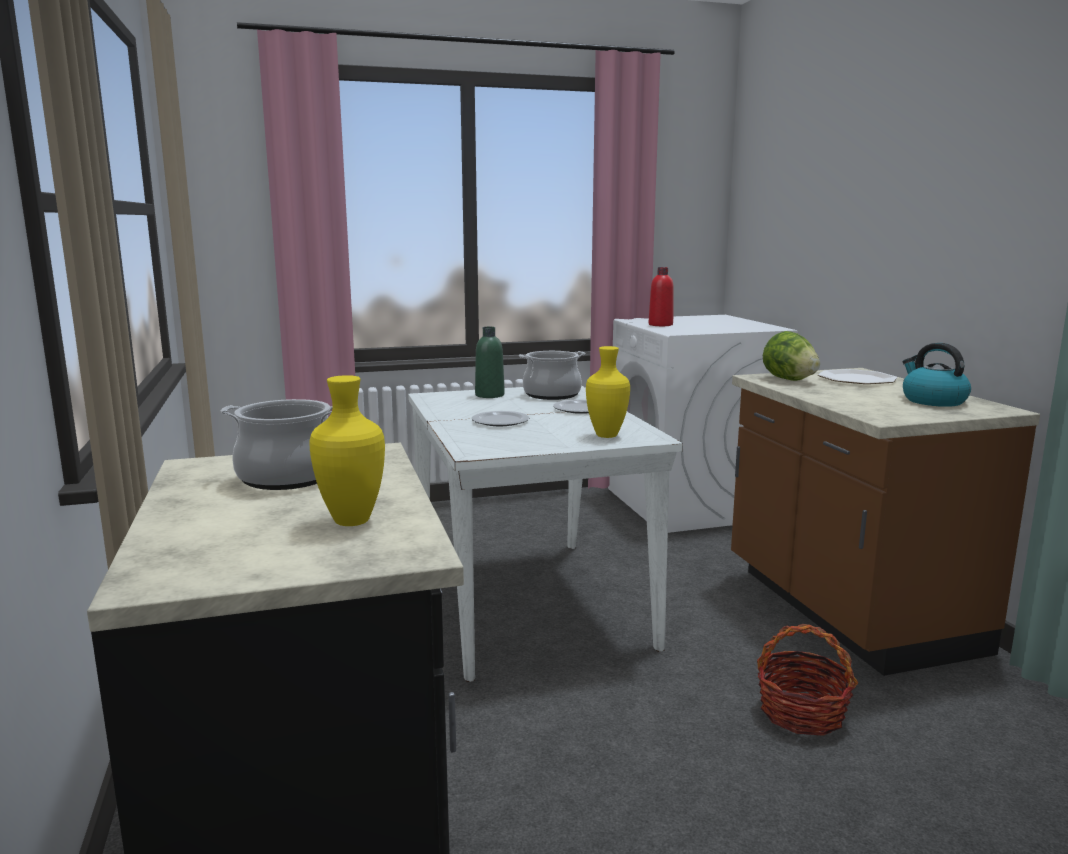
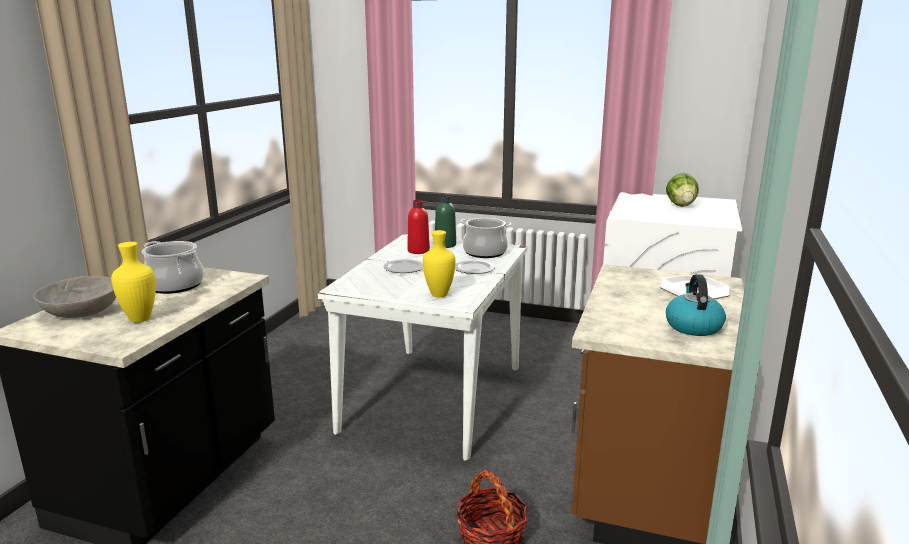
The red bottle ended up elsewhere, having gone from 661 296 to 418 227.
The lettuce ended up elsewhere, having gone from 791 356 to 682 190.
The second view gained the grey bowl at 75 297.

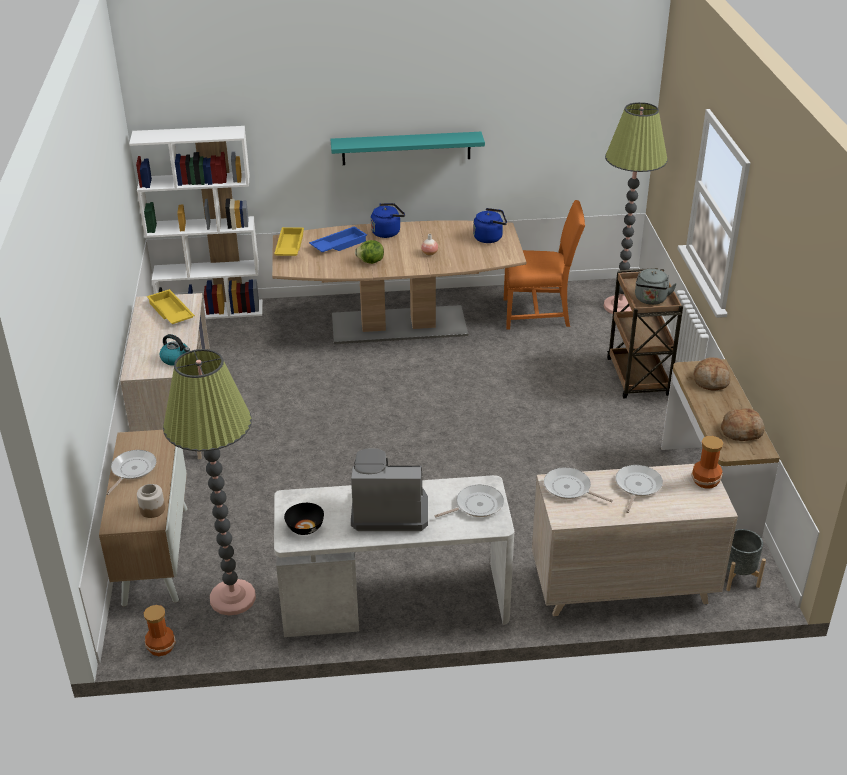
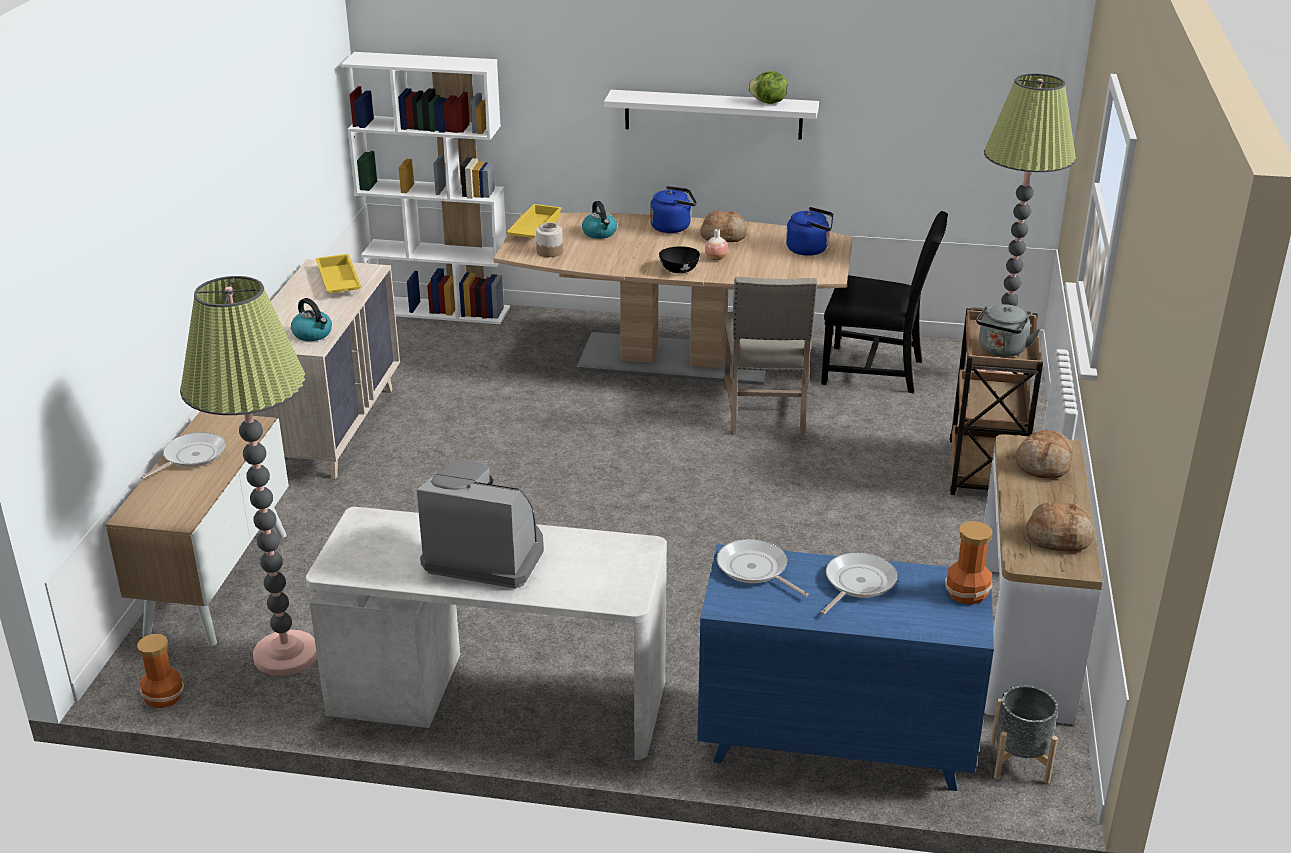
The jar ended up elsewhere, having gone from 151 501 to 549 239.
The black bowl ended up elsewhere, having gone from 304 519 to 679 259.
Where the blue tray stood at 338 239, the kettle came to stand at 599 220.
What was the turquoise shelf at 407 148 turned into the white shelf at 711 115.
The lettuce ended up elsewhere, having gone from 369 252 to 768 87.
The second view lost the frying pan at 469 501.
What was the orange chair at 544 264 turned into the black chair at 884 302.
What was the beige dresser at 635 540 turned into the blue dresser at 845 667.
The second view gained the bread at 723 226.
The second view gained the beige chair at 770 356.

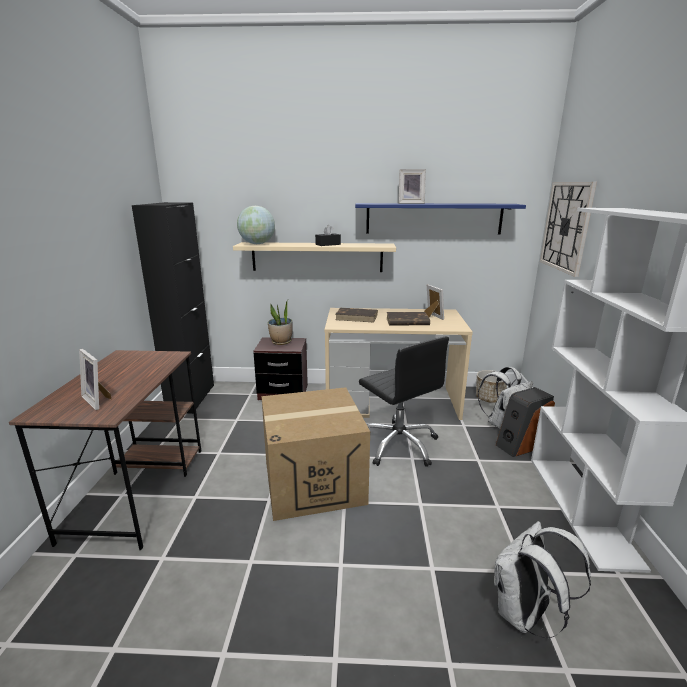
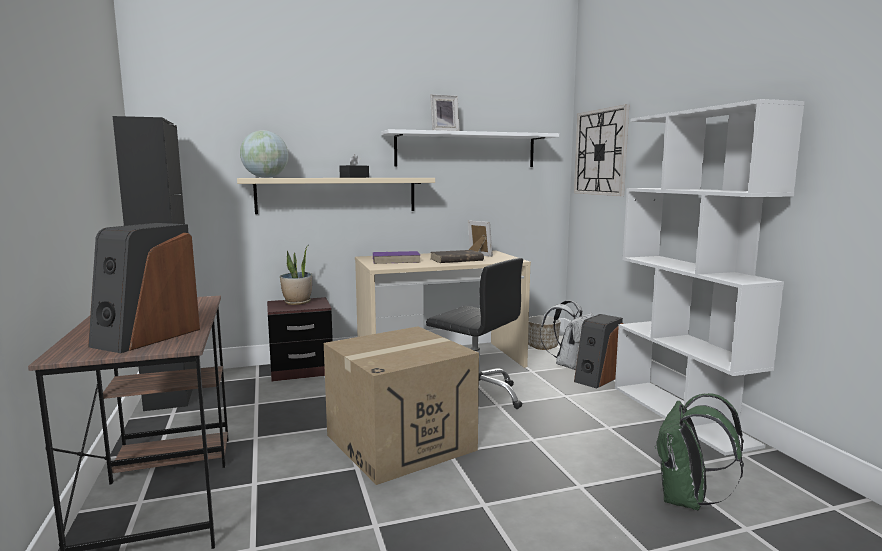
Where the picture frame stood at 95 379, the speaker came to stand at 144 288.
What was the brown book at 357 315 turned into the purple book at 397 257.
What was the blue shelf at 440 219 turned into the white shelf at 470 148.
What was the white backpack at 542 579 turned into the green backpack at 699 451.

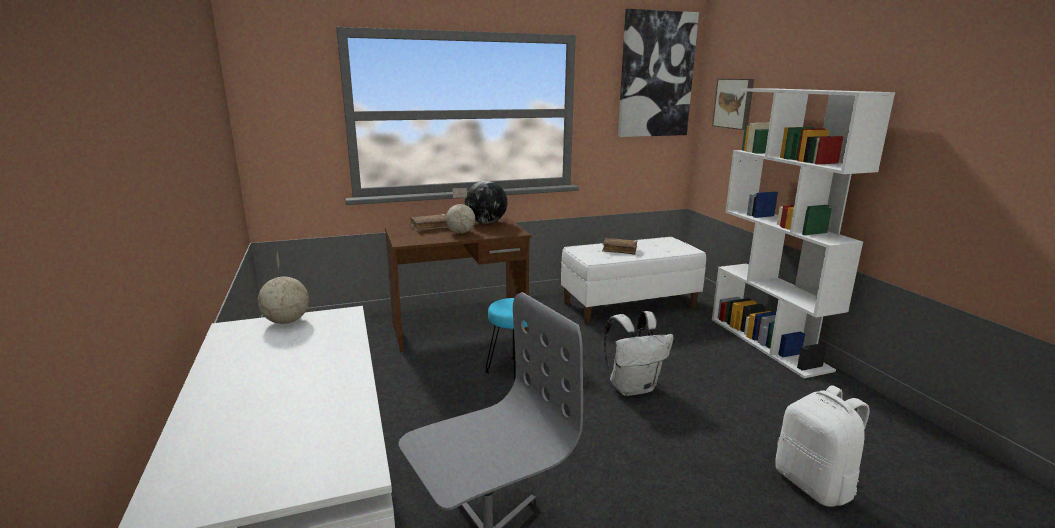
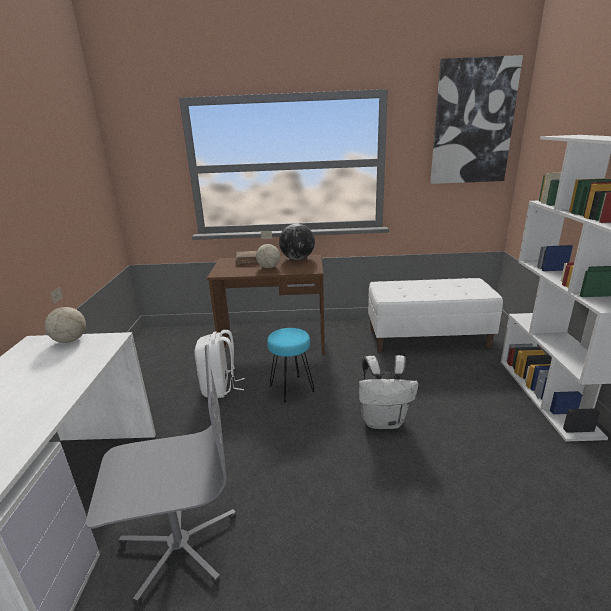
The second view lost the brown book at 619 246.
The second view lost the picture at 733 104.
The white backpack ended up elsewhere, having gone from 822 446 to 219 364.

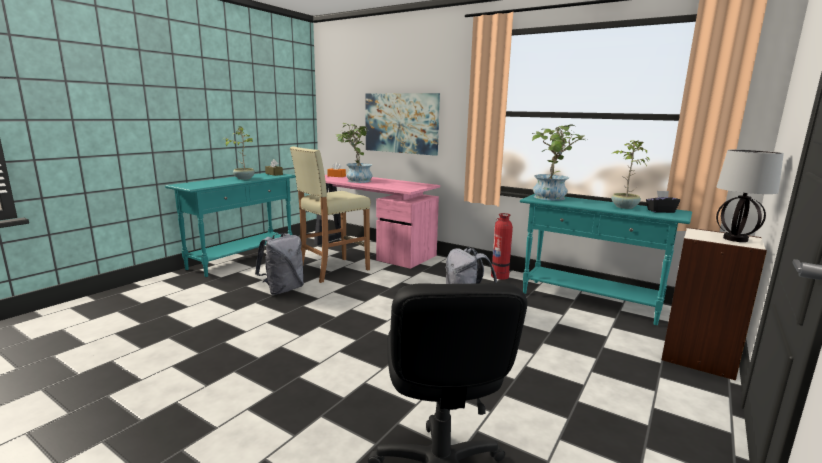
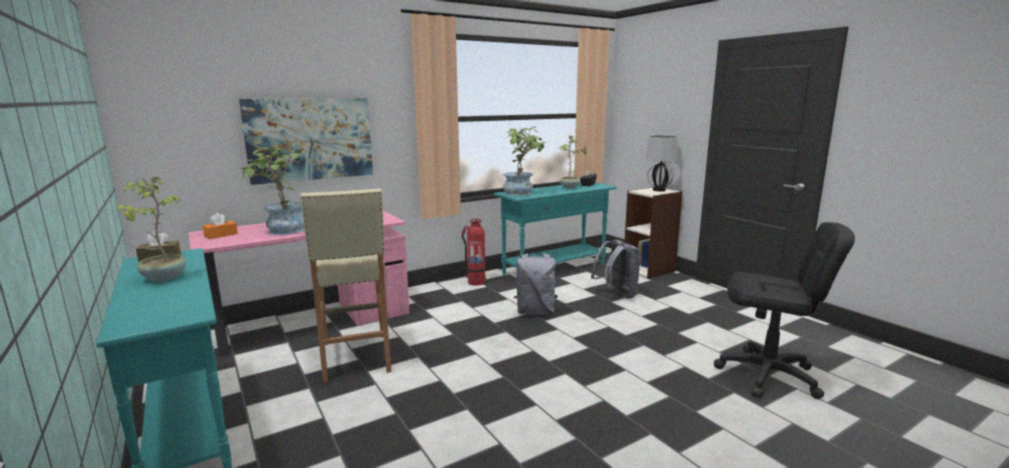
The grey backpack ended up elsewhere, having gone from 279 264 to 616 269.

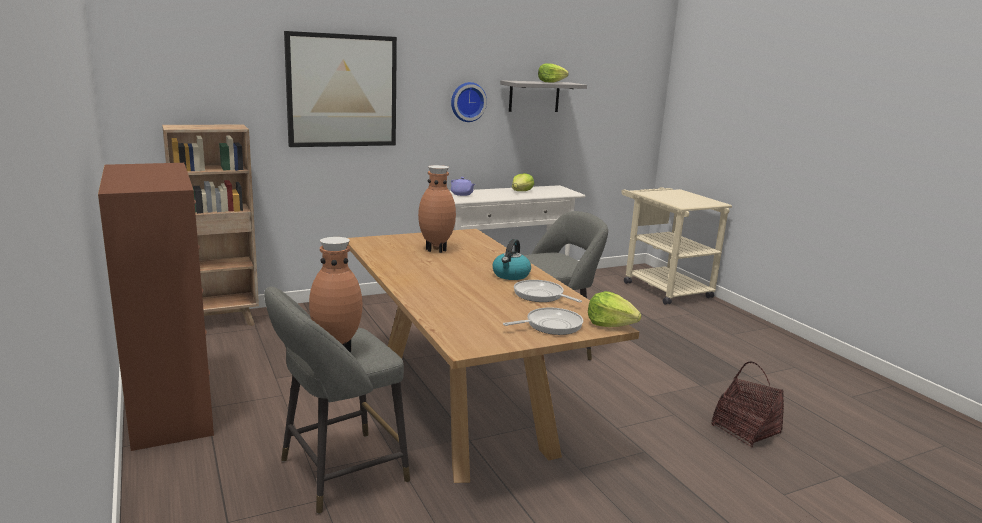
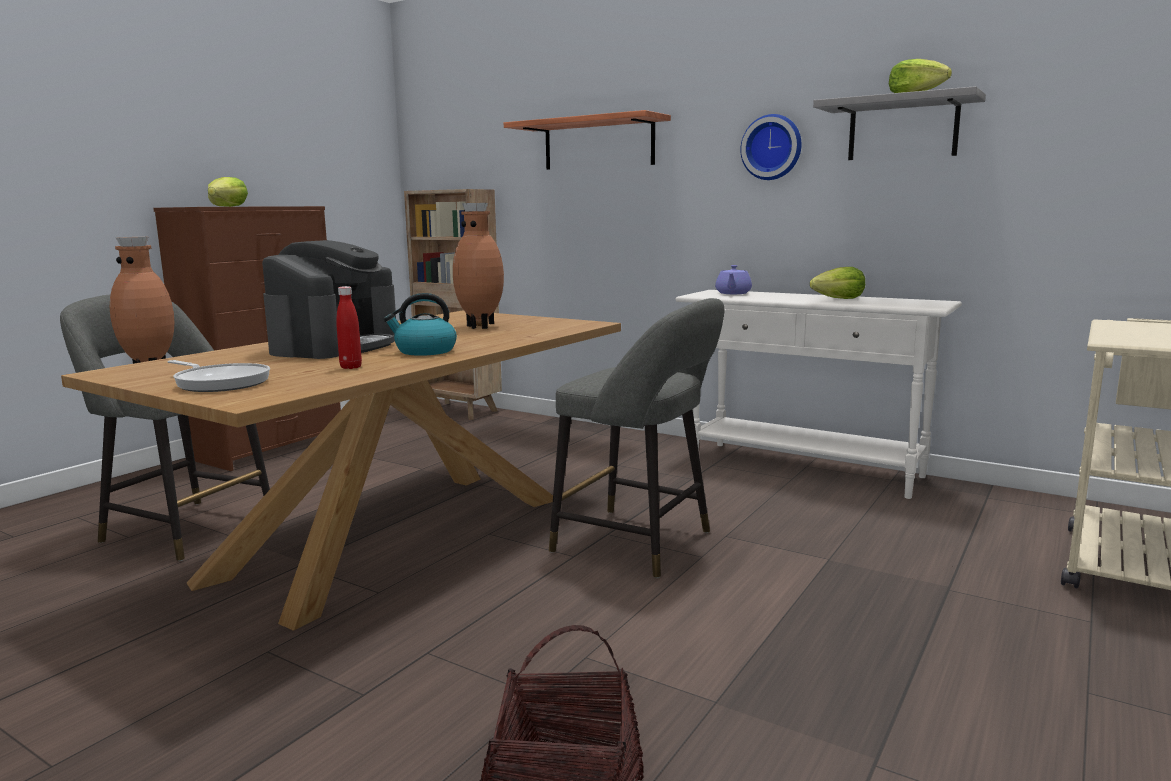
Where the picture hung at 340 89, the shelf came to hang at 587 140.
Where the frying pan stood at 548 291, the red bottle came to stand at 349 327.
The lettuce ended up elsewhere, having gone from 615 309 to 228 192.
The second view gained the coffee machine at 329 299.

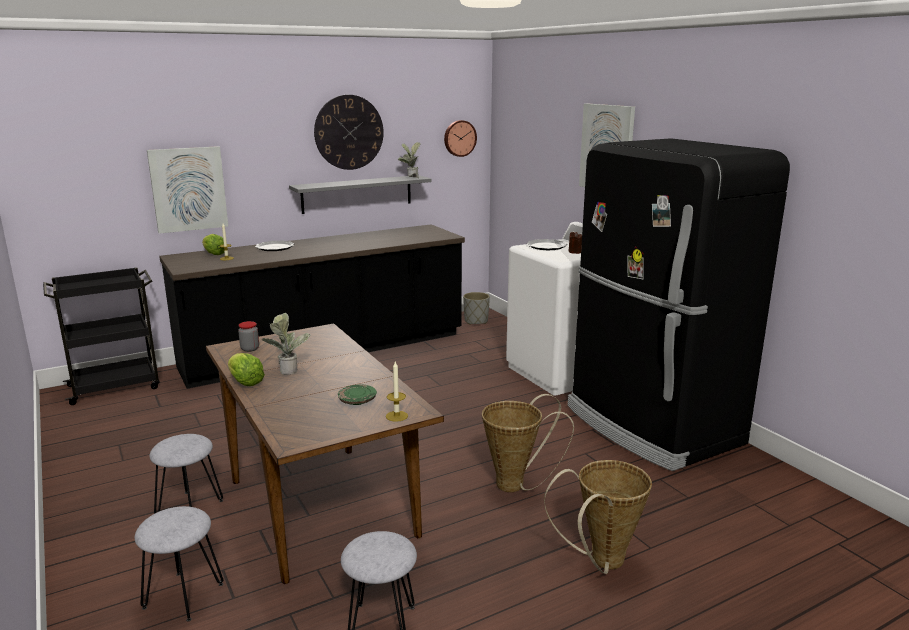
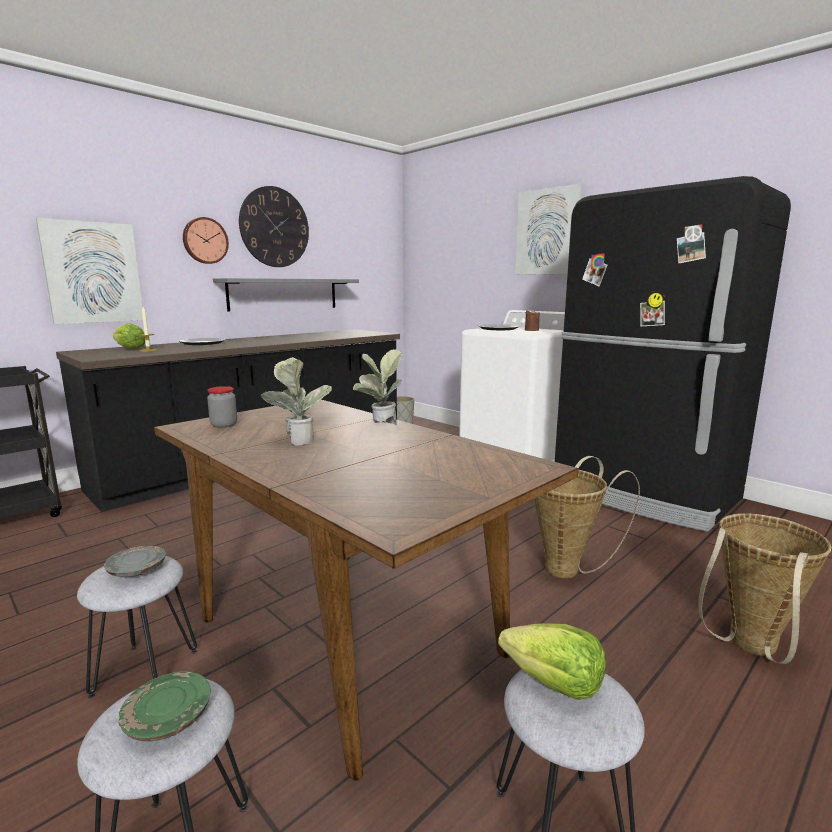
The lettuce ended up elsewhere, having gone from 246 369 to 552 661.
The green plate ended up elsewhere, having gone from 357 395 to 165 706.
The second view lost the candle at 397 392.
The potted plant ended up elsewhere, having gone from 409 160 to 378 387.
The wall clock ended up elsewhere, having gone from 460 138 to 206 240.
The second view gained the grey plate at 135 561.

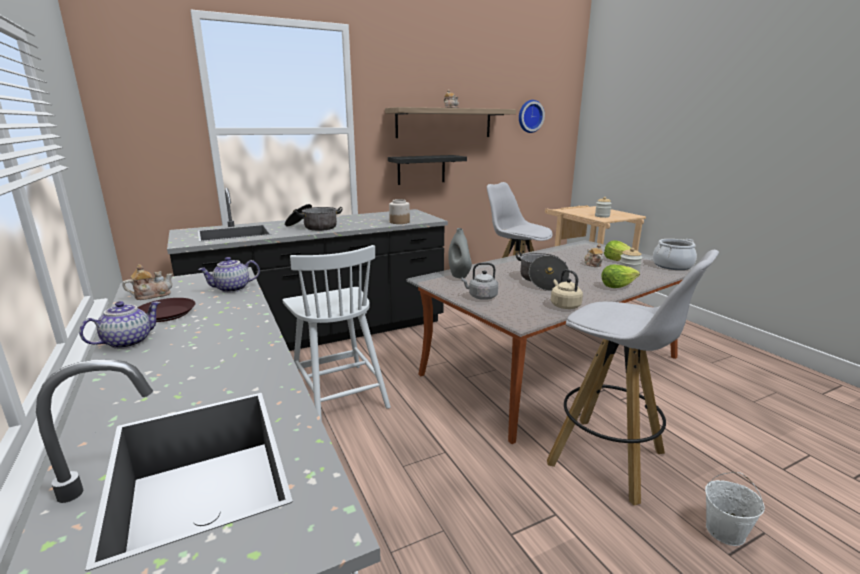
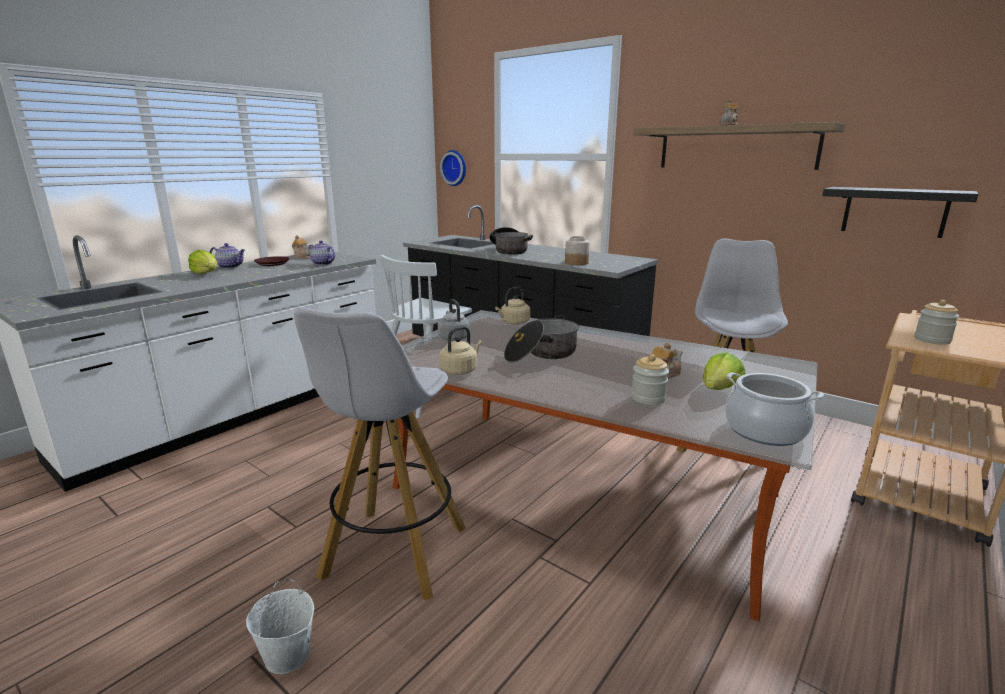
The black shelf ended up elsewhere, having gone from 427 170 to 900 212.
Where the grey vase stood at 460 253, the beige kettle came to stand at 512 306.
The wall clock ended up elsewhere, having gone from 532 116 to 453 168.
The lettuce ended up elsewhere, having gone from 620 276 to 203 262.

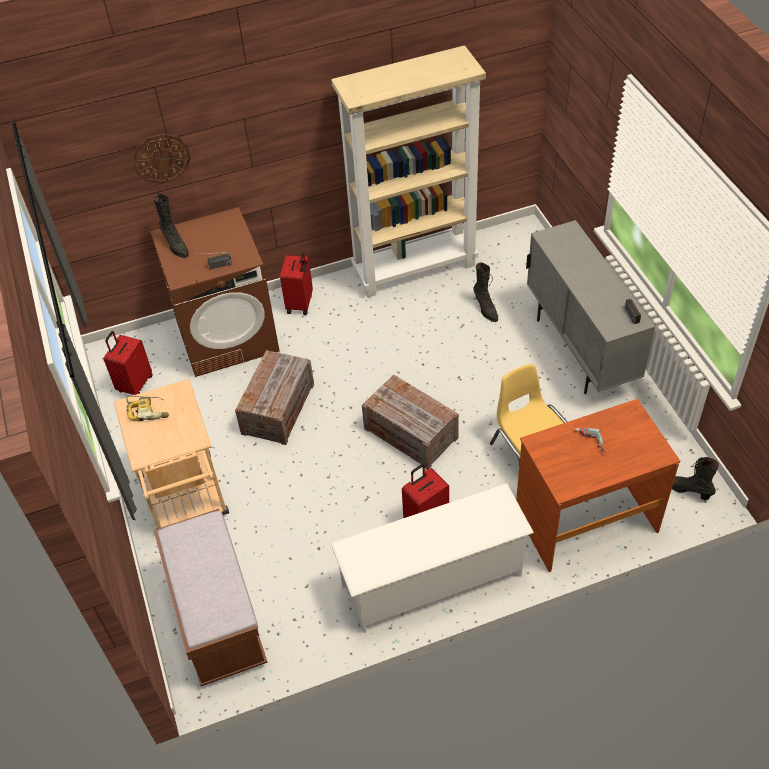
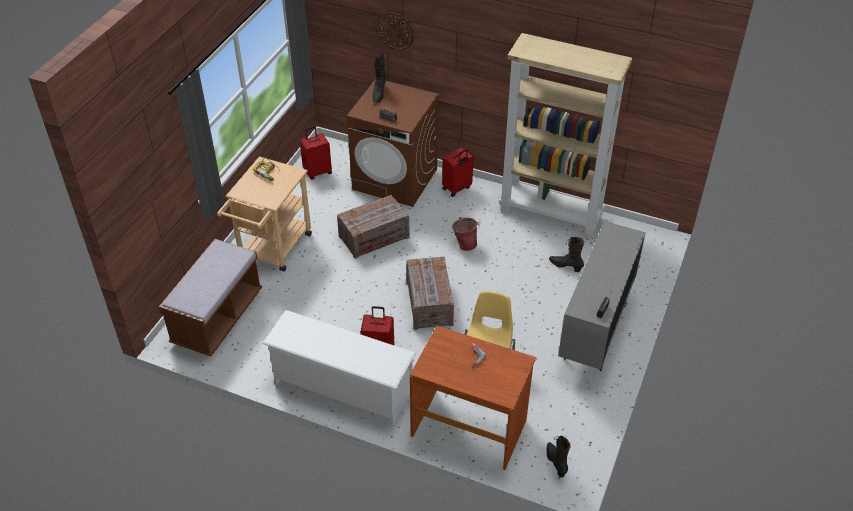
The black boot at 485 292 ended up facing another way, 105 degrees clockwise from before.
The second view gained the bucket at 465 234.

